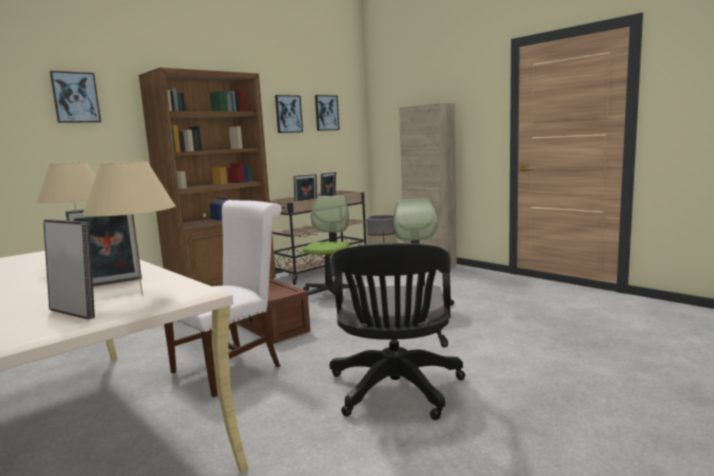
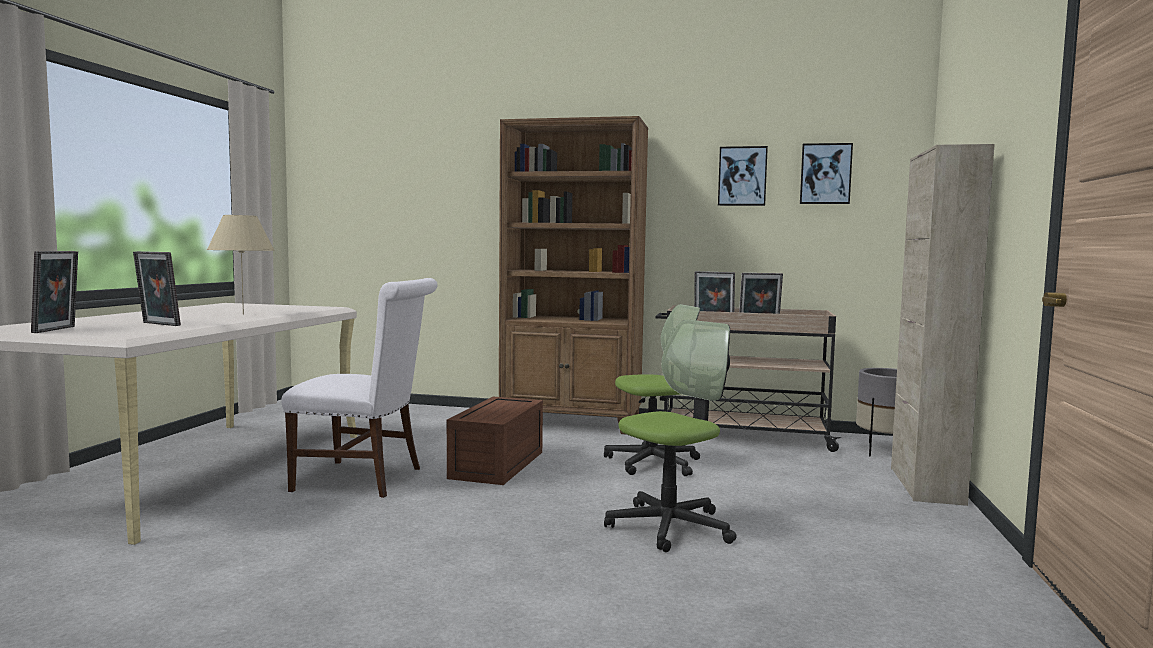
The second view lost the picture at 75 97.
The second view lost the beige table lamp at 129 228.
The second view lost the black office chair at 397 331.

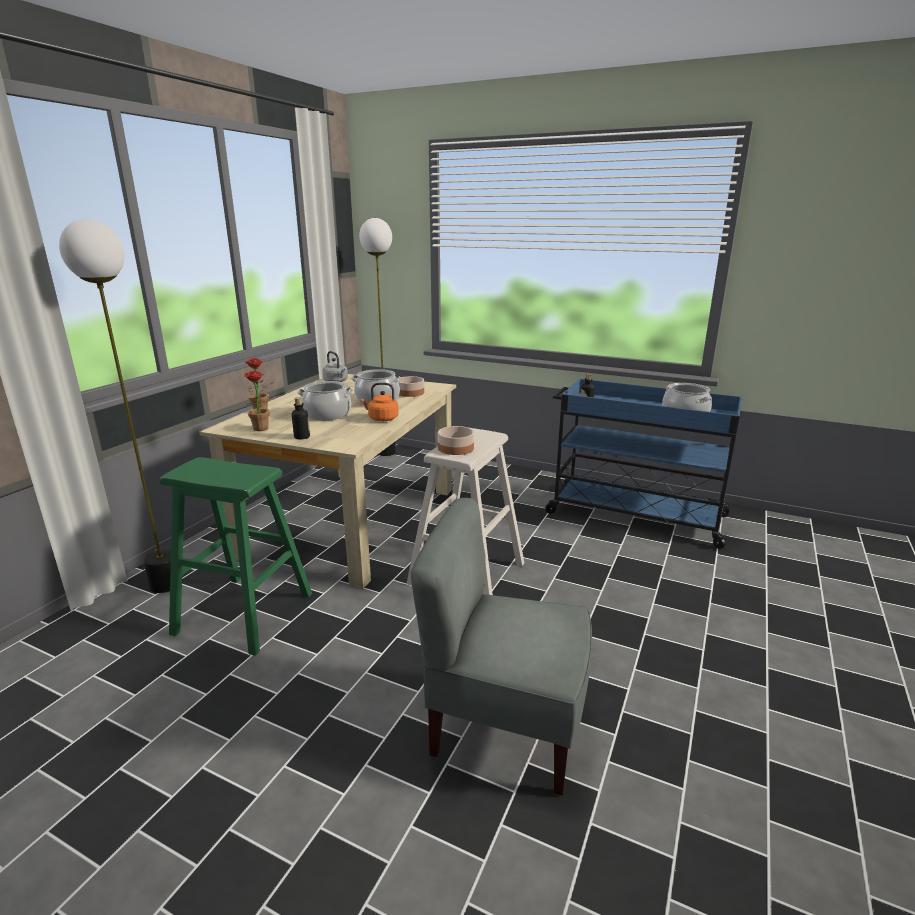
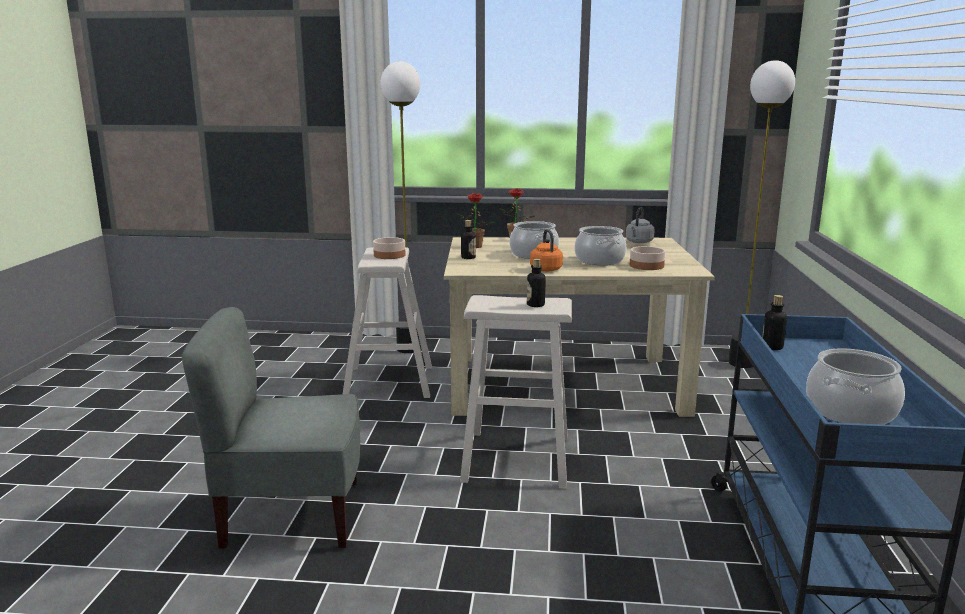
What was the green stool at 236 556 turned into the beige stool at 387 322.
The grey chair at 501 647 ended up facing another way, 90 degrees counterclockwise from before.
The bowl ended up elsewhere, having gone from 456 440 to 389 248.
The second view gained the bottle at 536 282.

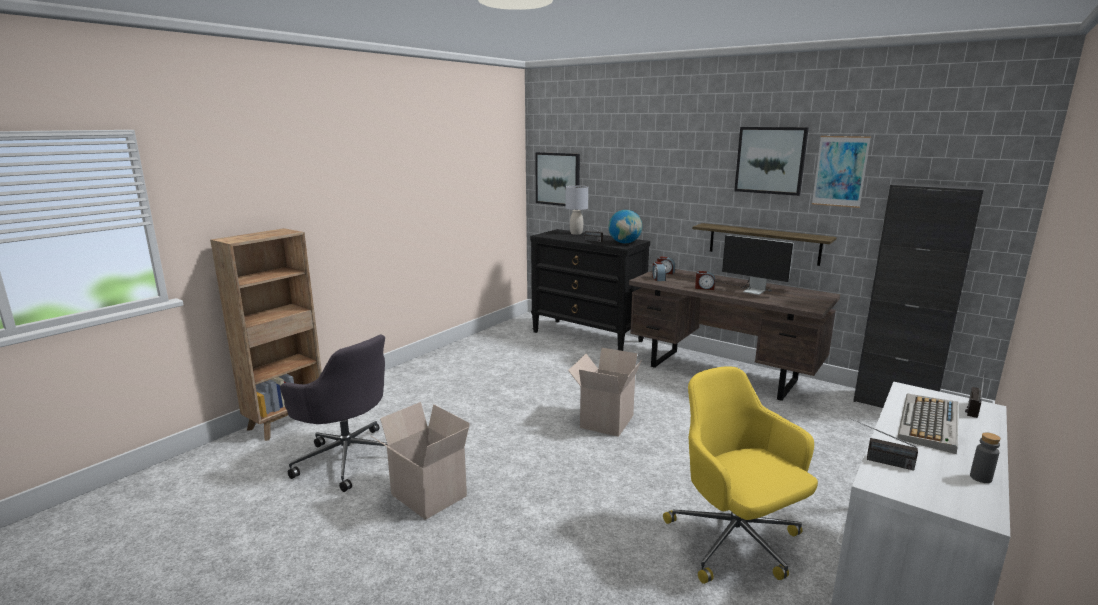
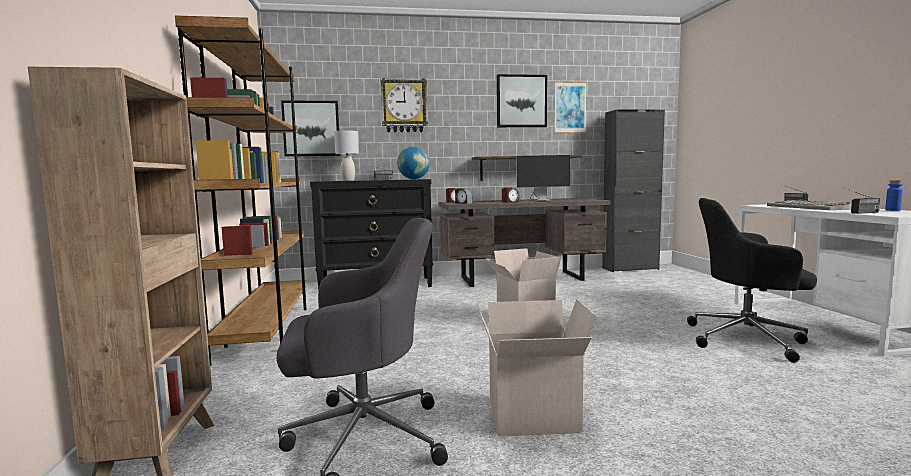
What was the yellow office chair at 740 475 turned into the black office chair at 752 280.
What was the grey bottle at 985 457 turned into the blue bottle at 894 195.
The second view gained the brown bookcase at 241 191.
The second view gained the wall clock at 404 105.

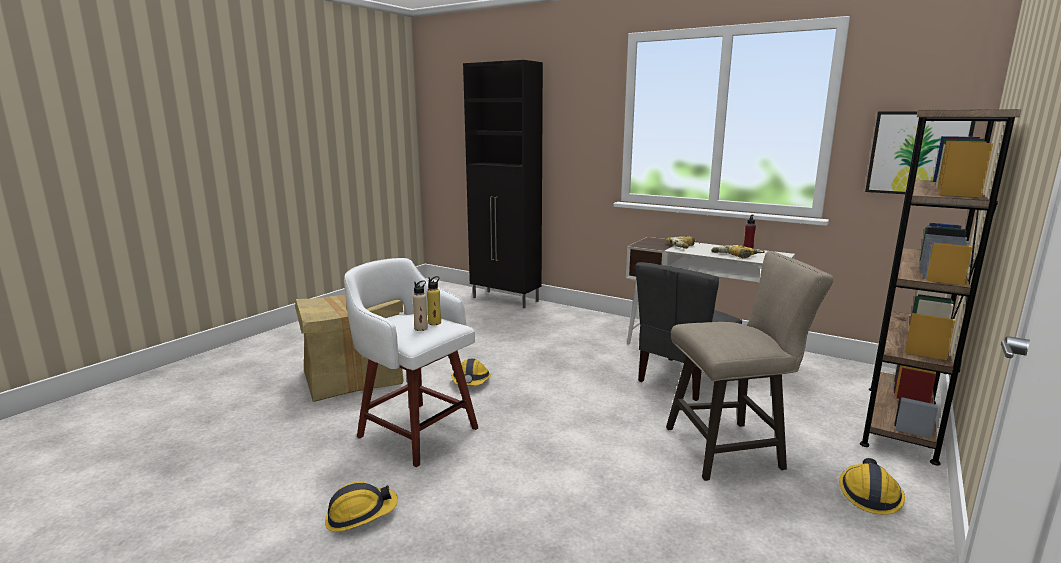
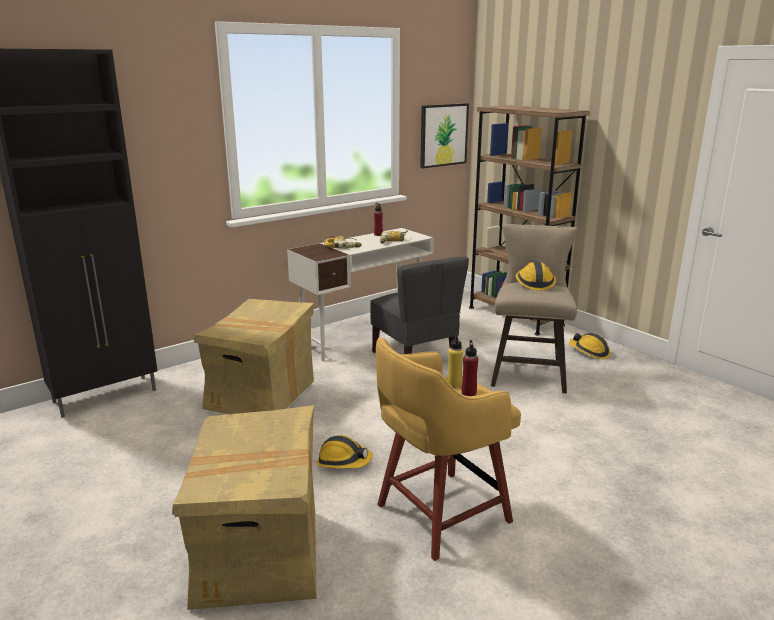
The hard hat ended up elsewhere, having gone from 361 507 to 536 275.
What was the white stool at 411 362 turned into the yellow stool at 448 449.
What was the beige bottle at 420 305 turned into the red bottle at 470 368.
The second view gained the cardboard box at 254 356.

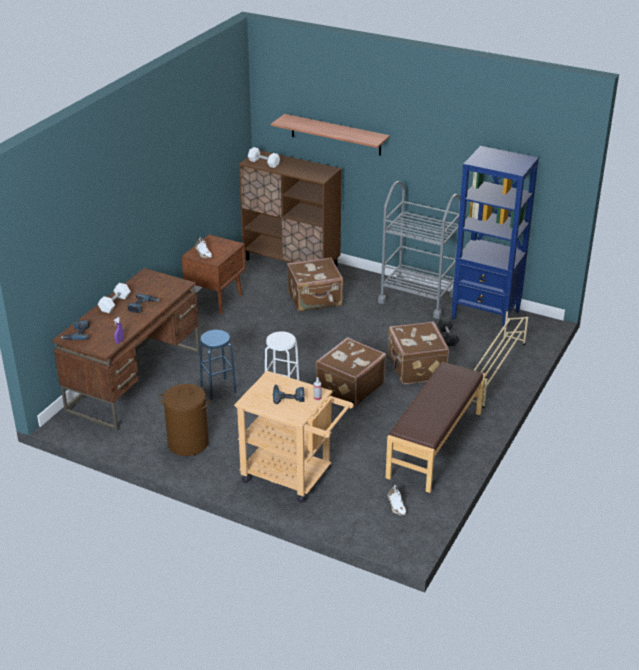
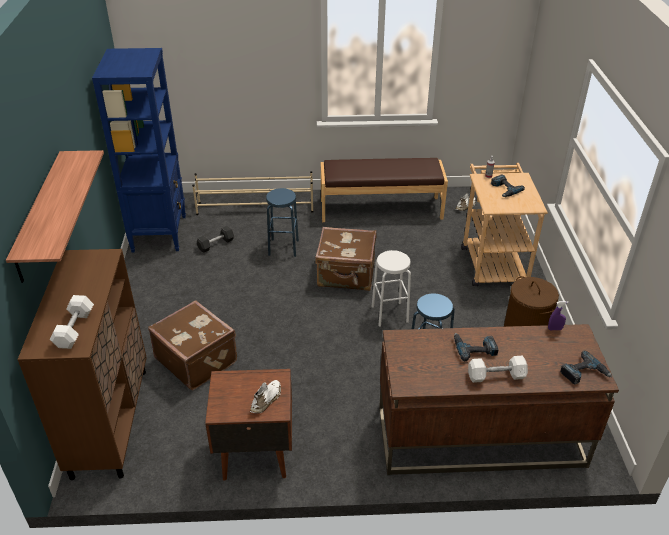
The second view lost the grey cart at 419 250.
Where the brown suitcase stood at 418 352, the blue stool came to stand at 282 222.

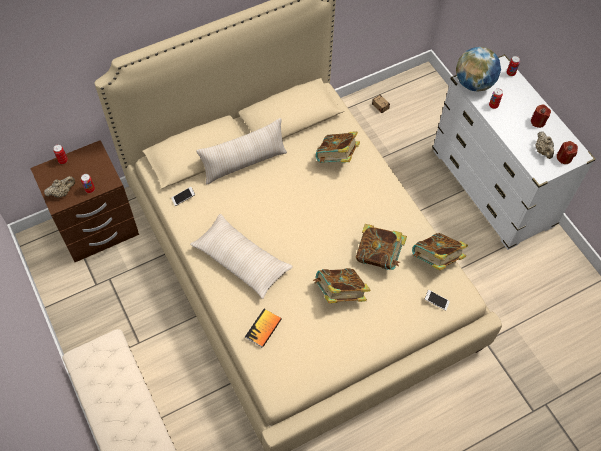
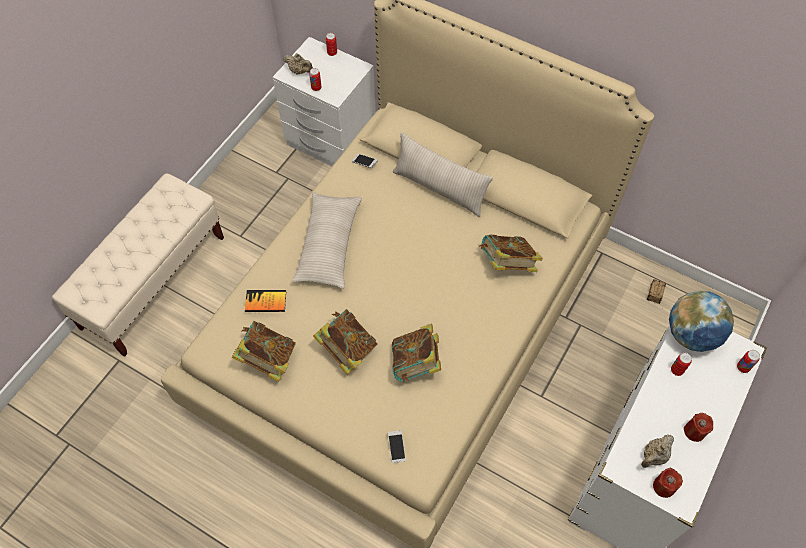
What was the brown nightstand at 84 201 turned into the white nightstand at 324 101.
The book ended up elsewhere, having gone from 440 252 to 264 351.

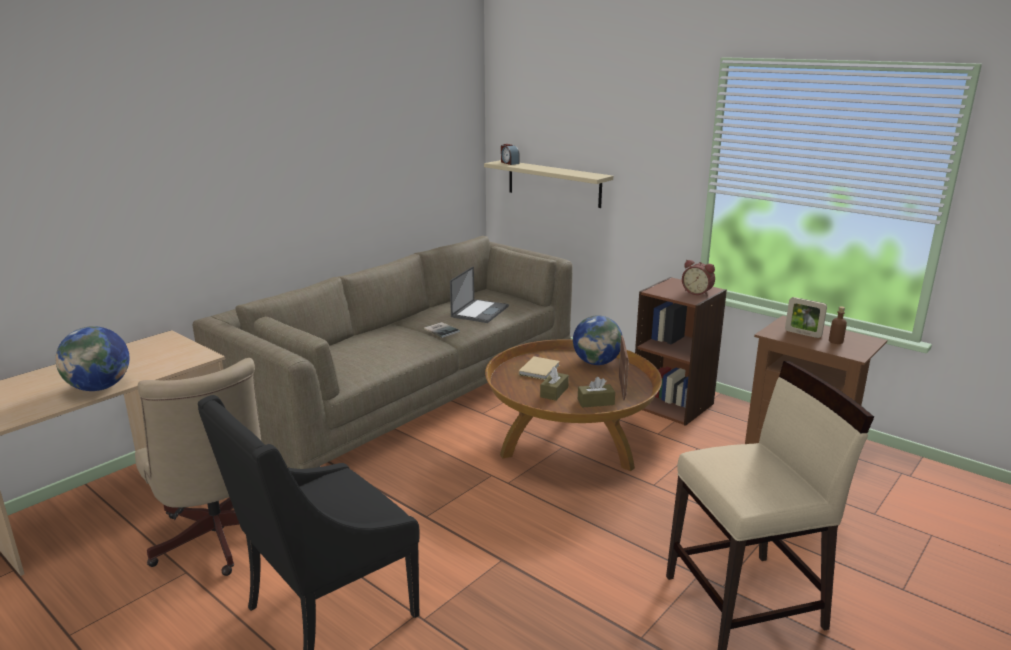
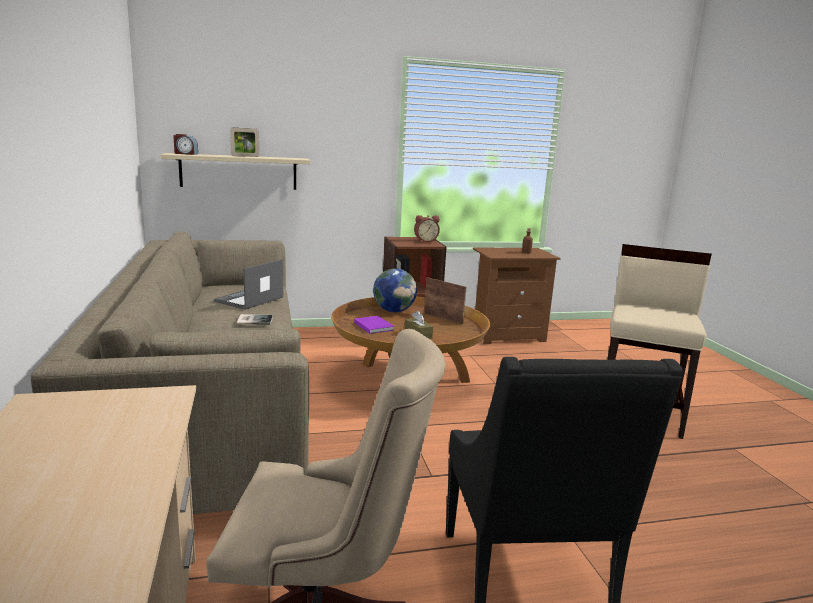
The second view lost the globe at 92 358.
The laptop at 479 294 ended up facing another way, 120 degrees counterclockwise from before.
What was the beige book at 539 368 turned into the purple book at 374 325.
The second view lost the brown tissue box at 596 392.
The picture frame ended up elsewhere, having gone from 806 317 to 244 142.

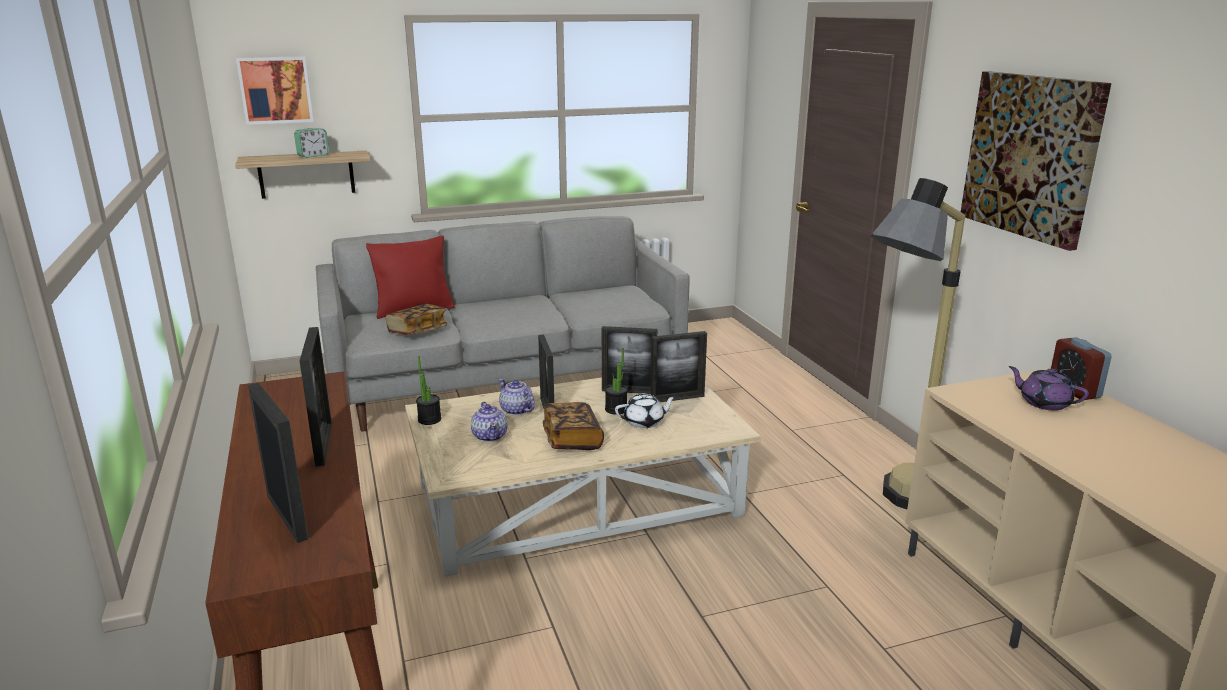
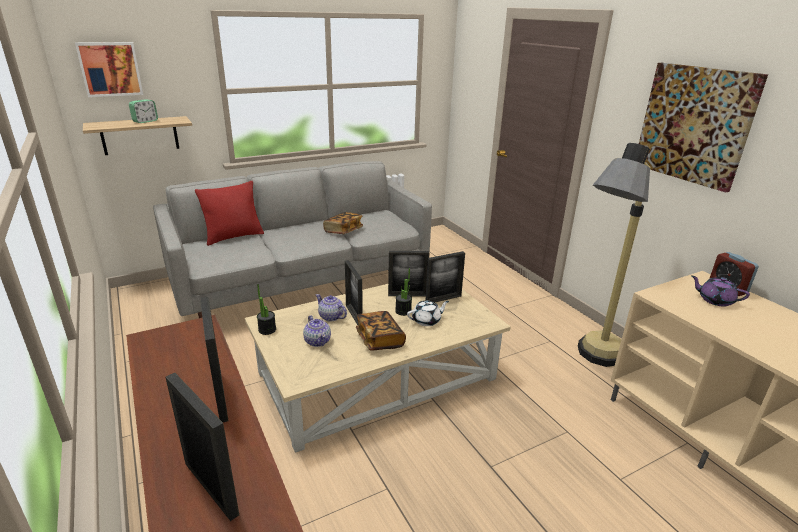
The book ended up elsewhere, having gone from 416 319 to 343 223.

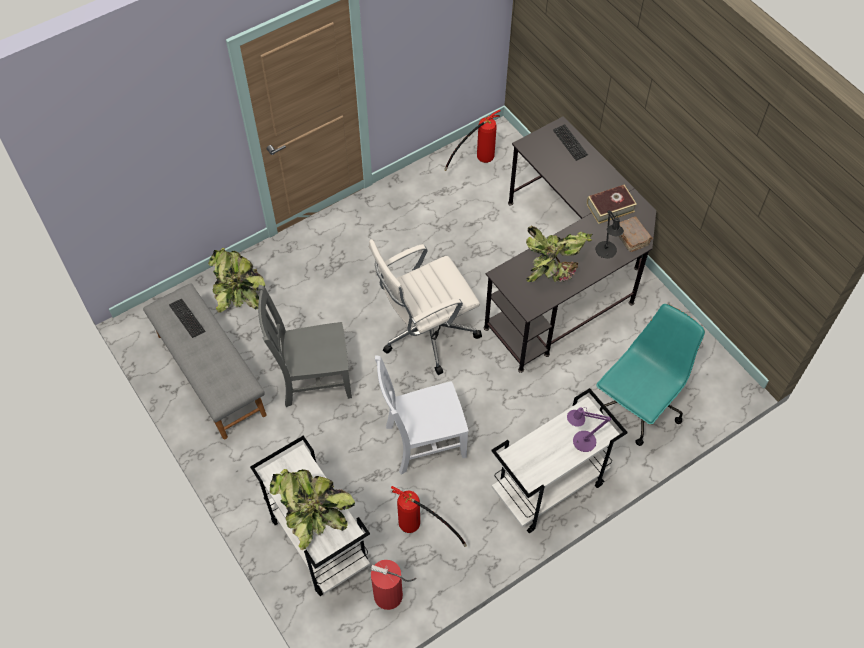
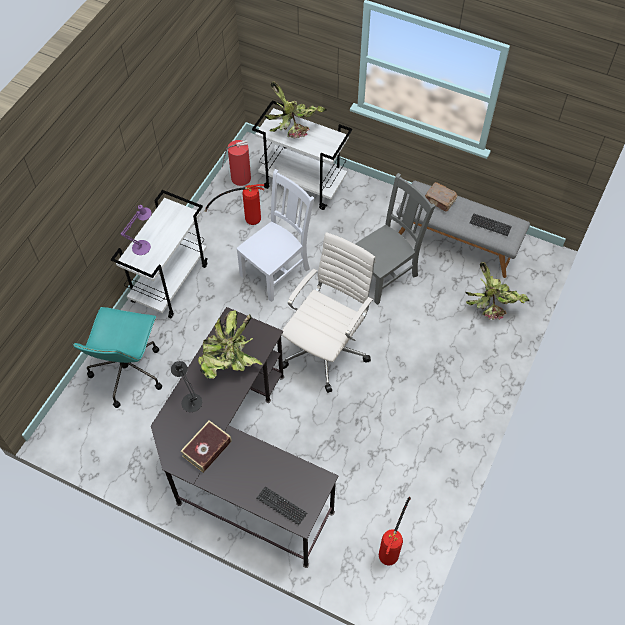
The brown book ended up elsewhere, having gone from 635 234 to 441 197.

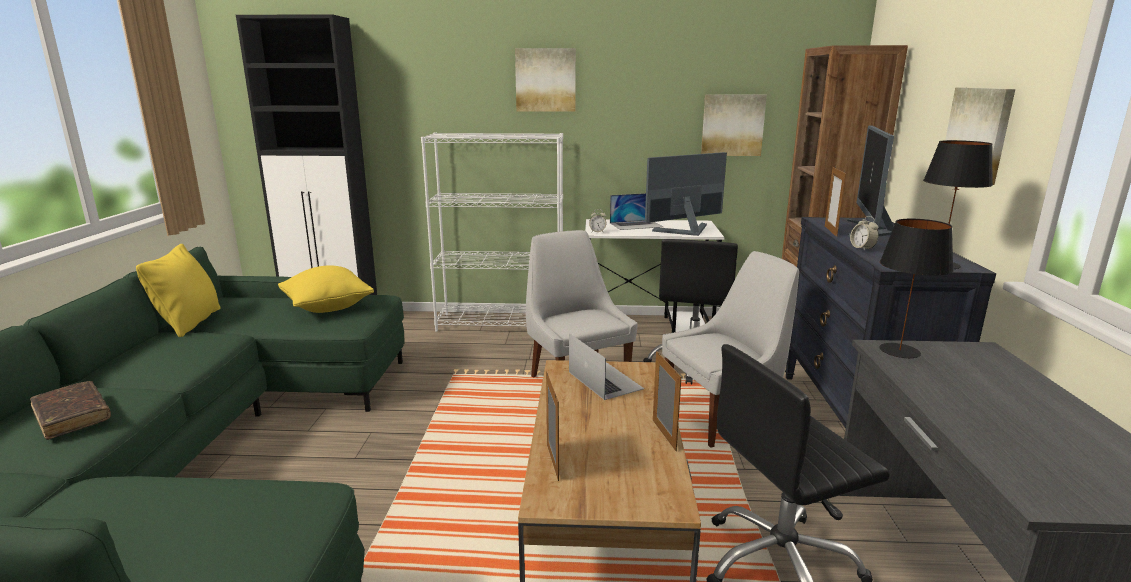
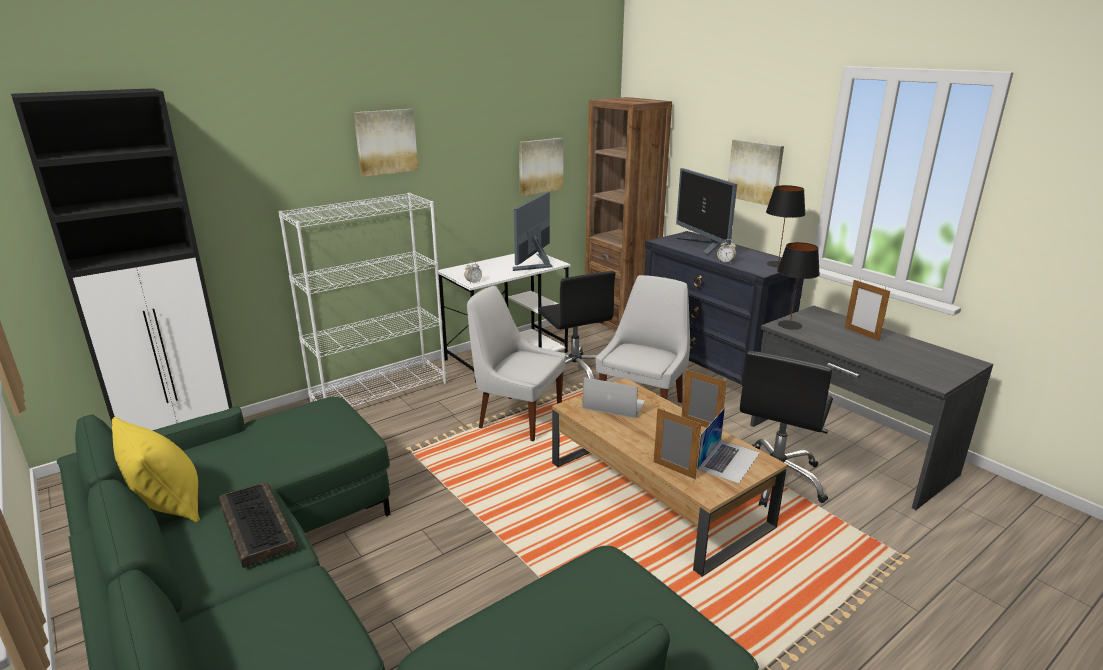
The second view lost the brown book at 70 410.
The second view lost the yellow pillow at 326 289.
The laptop ended up elsewhere, having gone from 636 211 to 728 446.
The picture frame ended up elsewhere, having gone from 835 202 to 867 310.
The second view gained the keyboard at 258 525.

